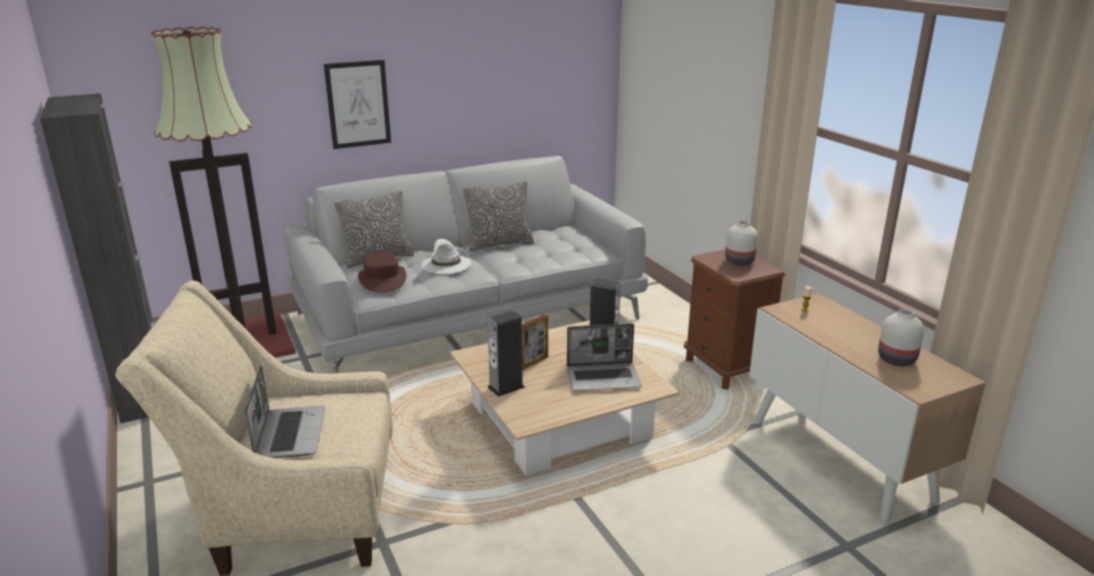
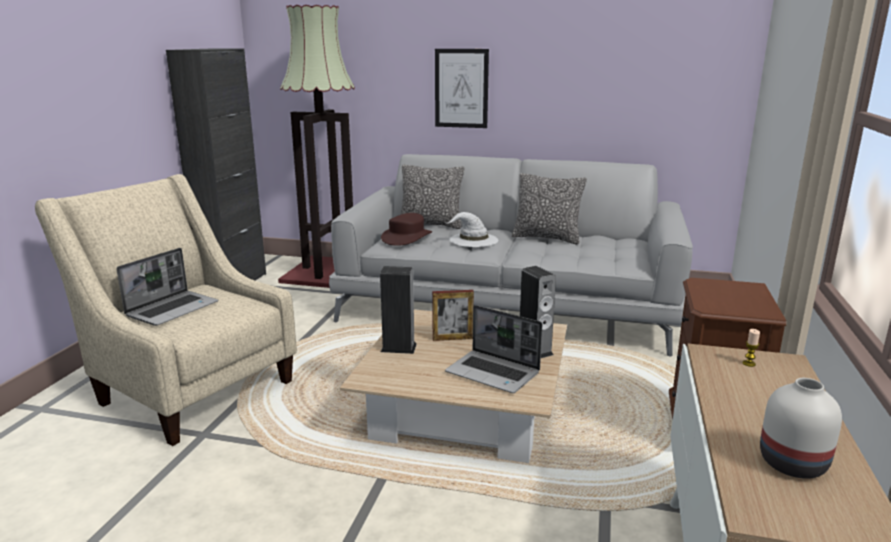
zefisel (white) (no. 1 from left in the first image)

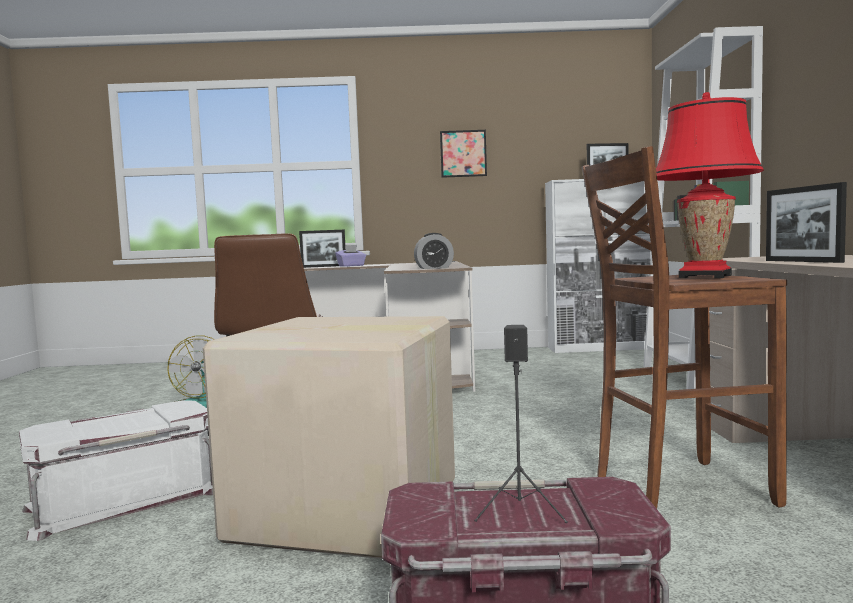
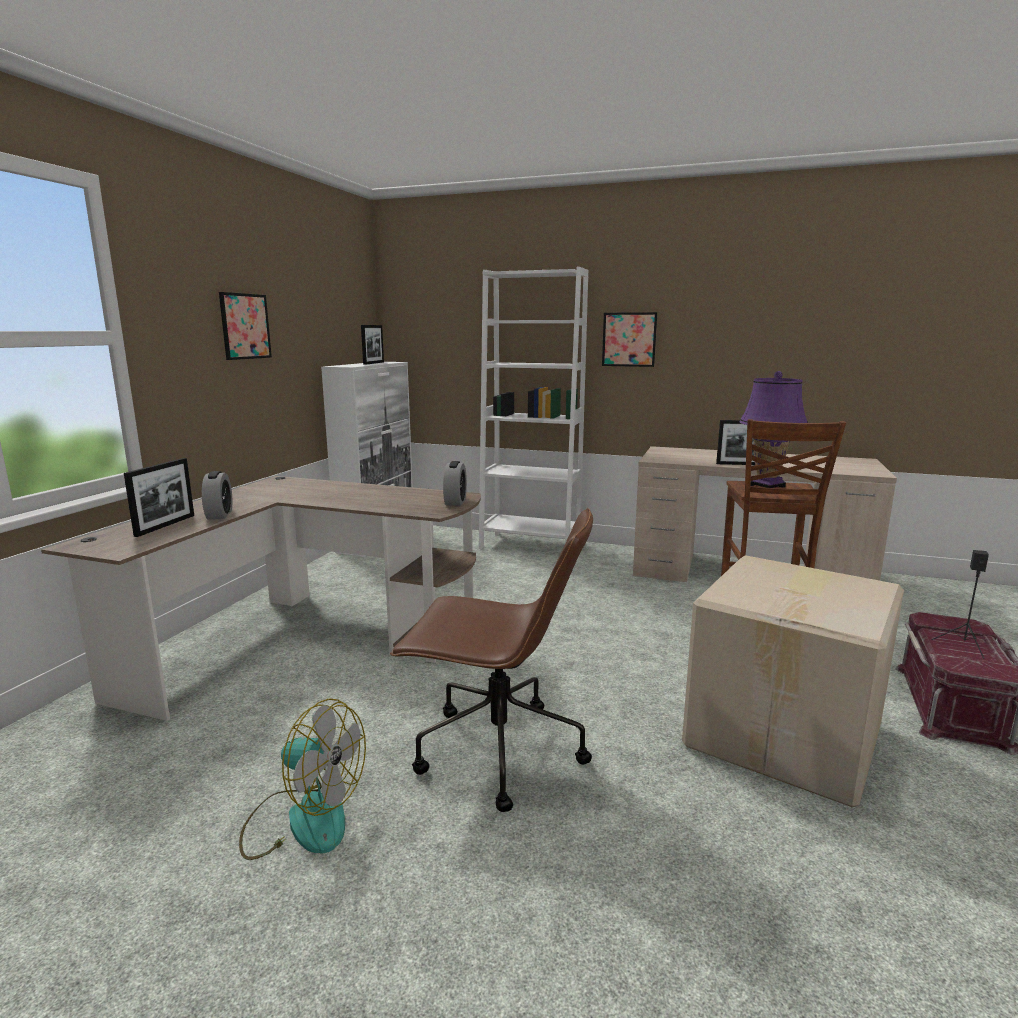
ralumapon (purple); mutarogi (no. 1 from left); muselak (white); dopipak (no. 2 from left)

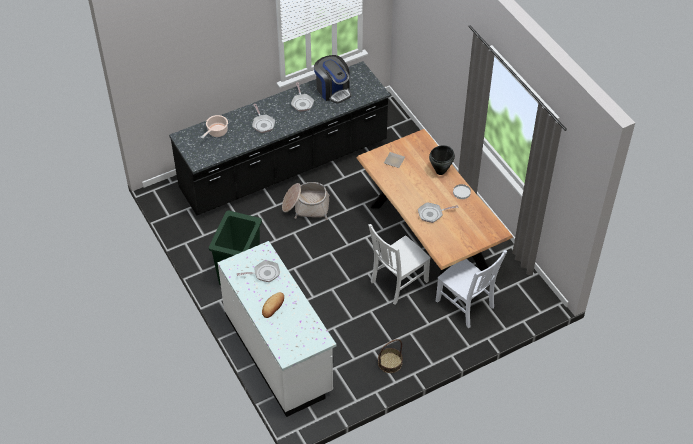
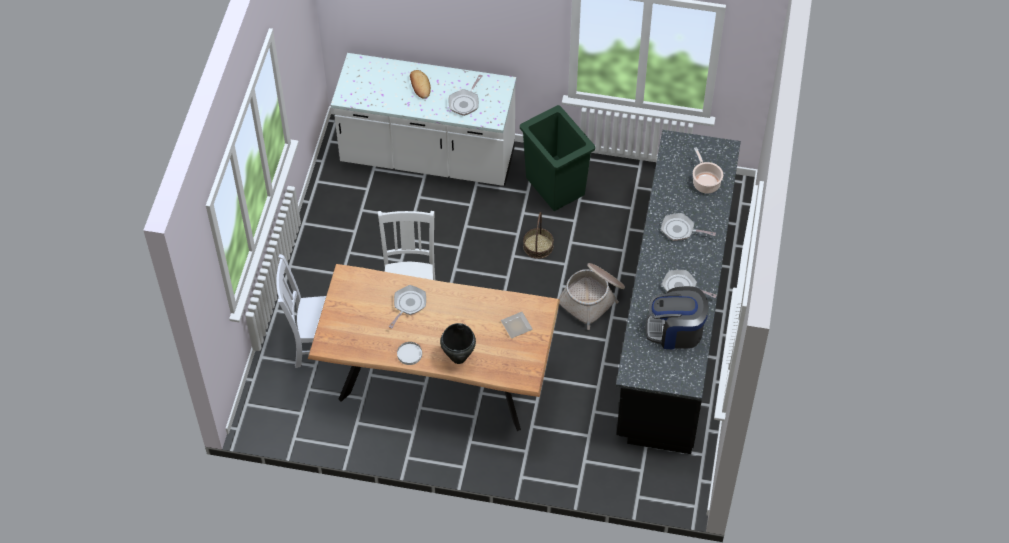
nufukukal (no. 1 from left)

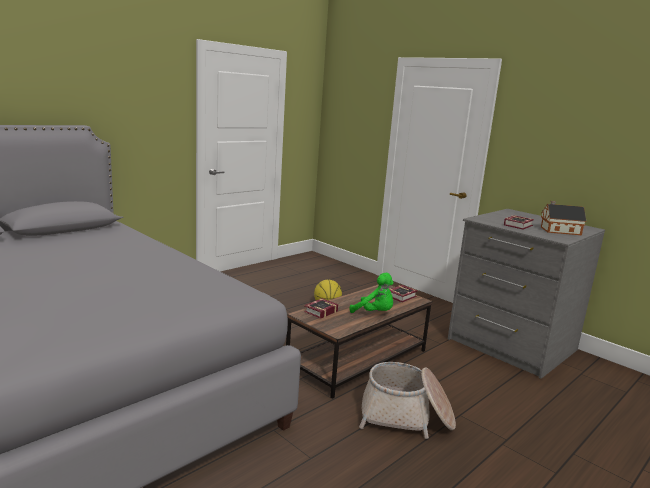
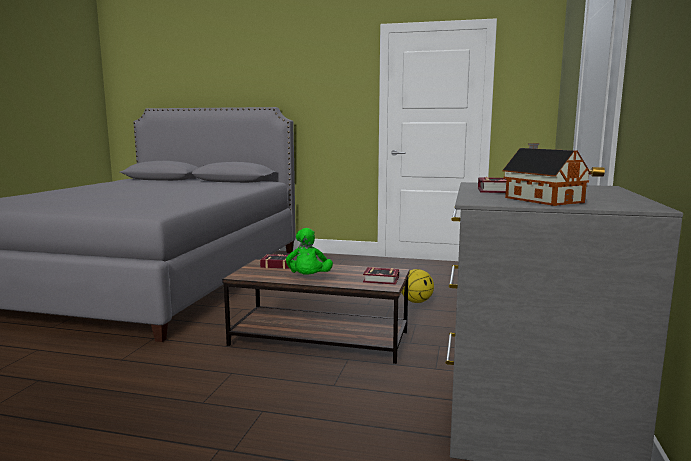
nufukukal

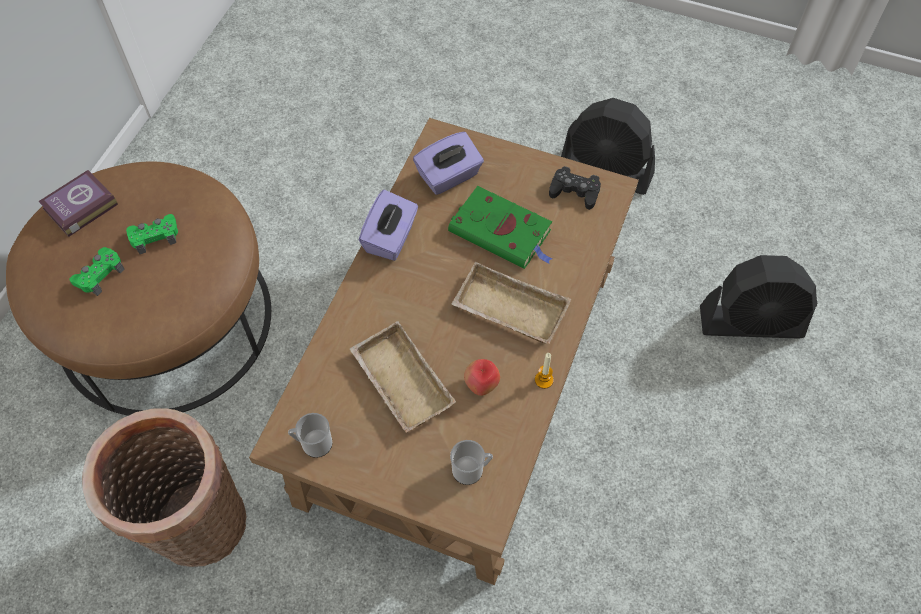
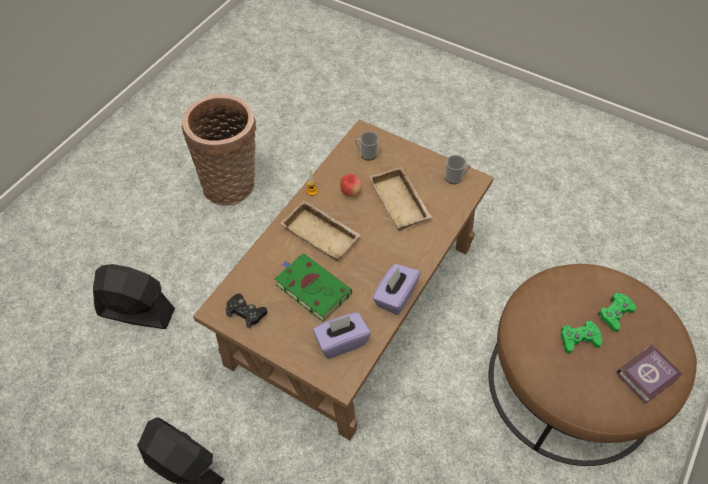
nufukukal

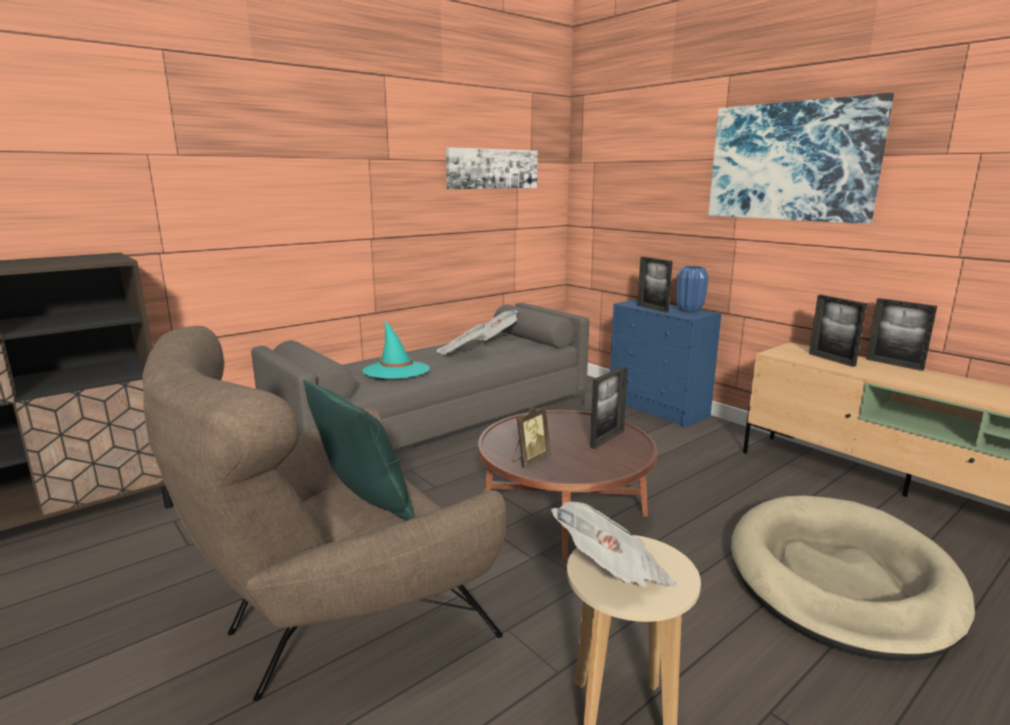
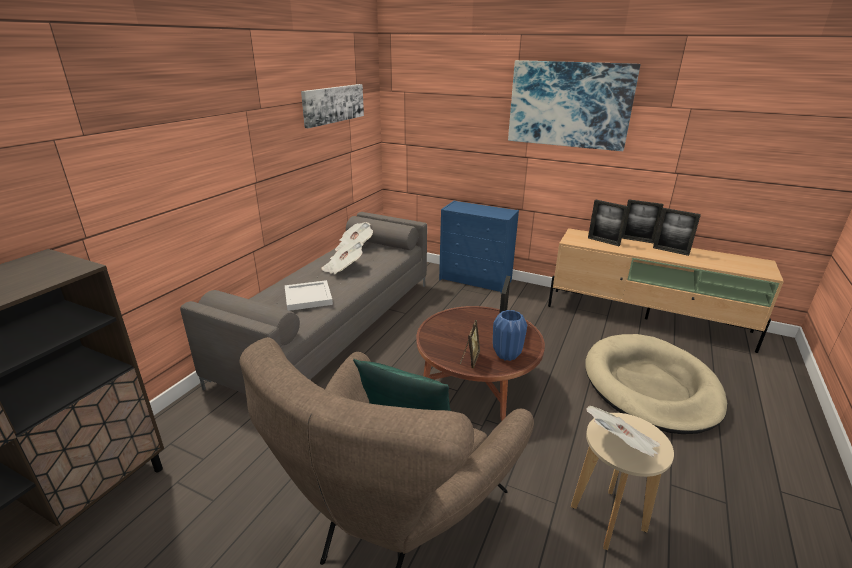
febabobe (no. 5 from left); zefisel (blue); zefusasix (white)

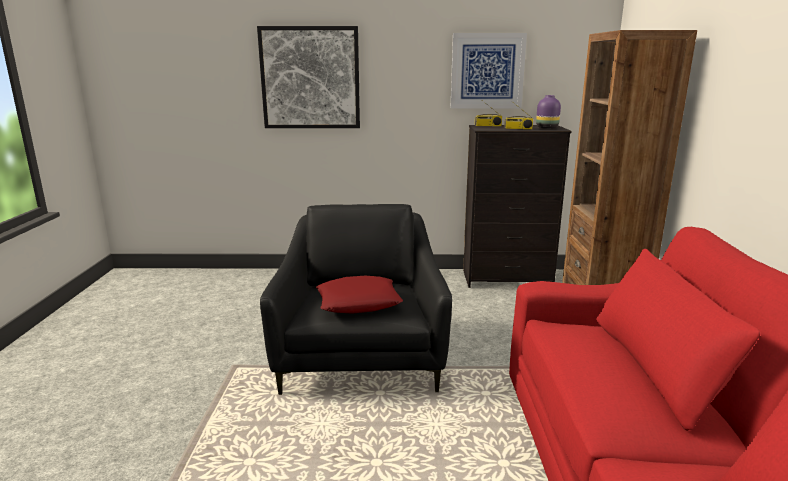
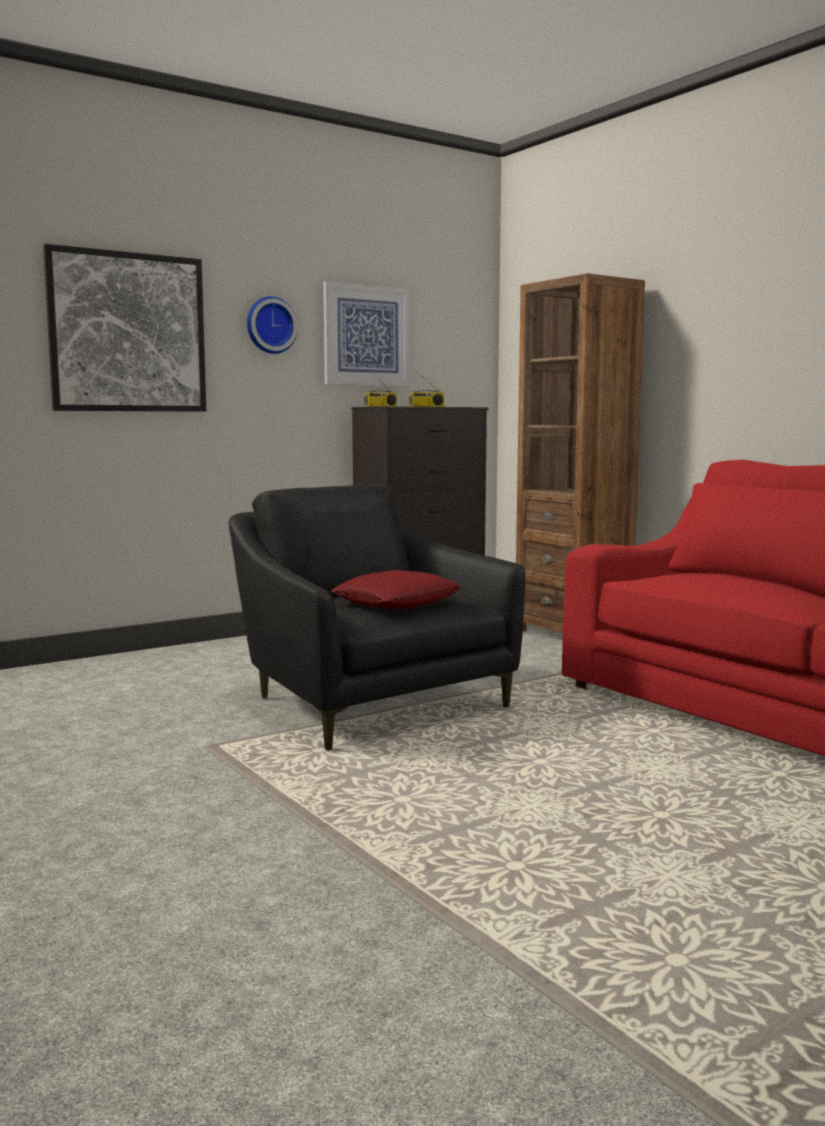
zefisel (purple); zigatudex

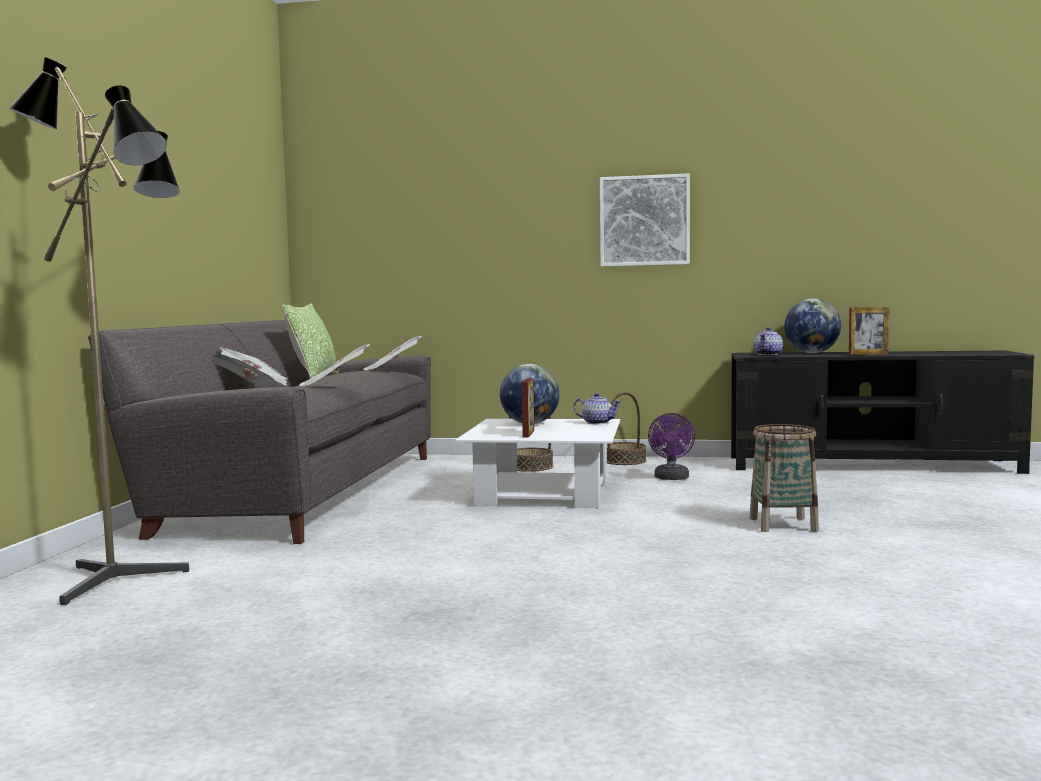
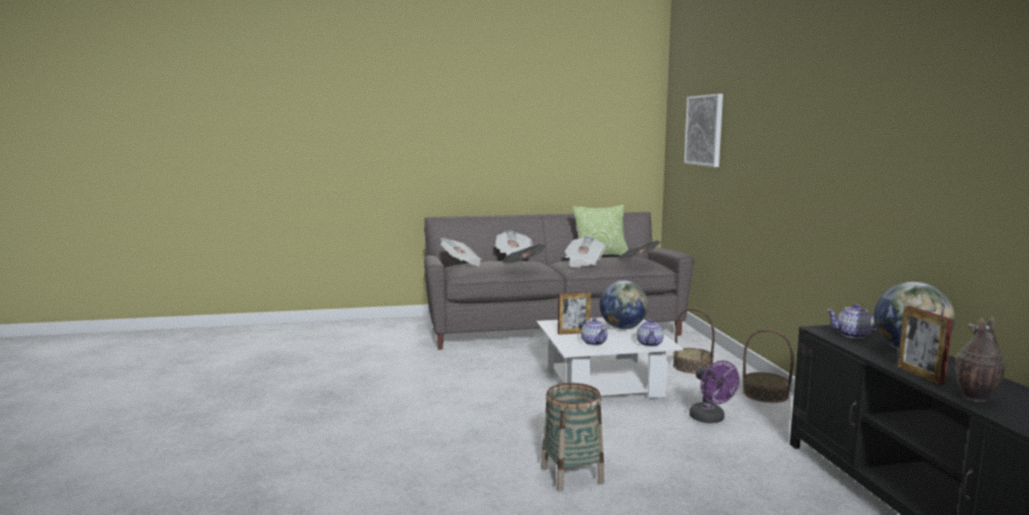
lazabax; dopipak; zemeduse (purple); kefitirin (no. 4 from left); zefisel; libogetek (no. 1 from left)

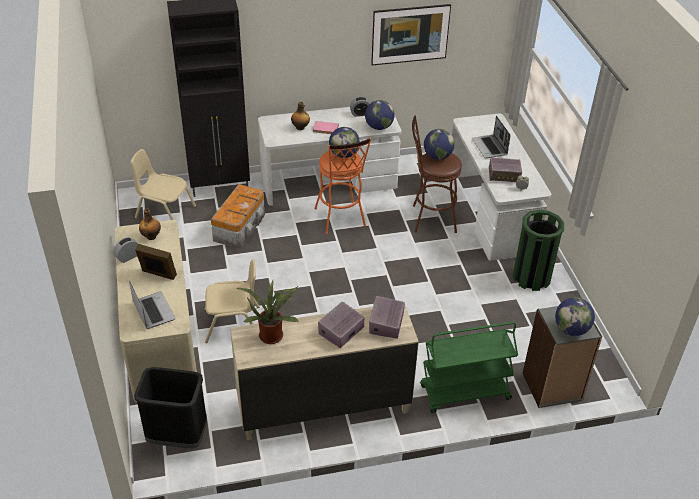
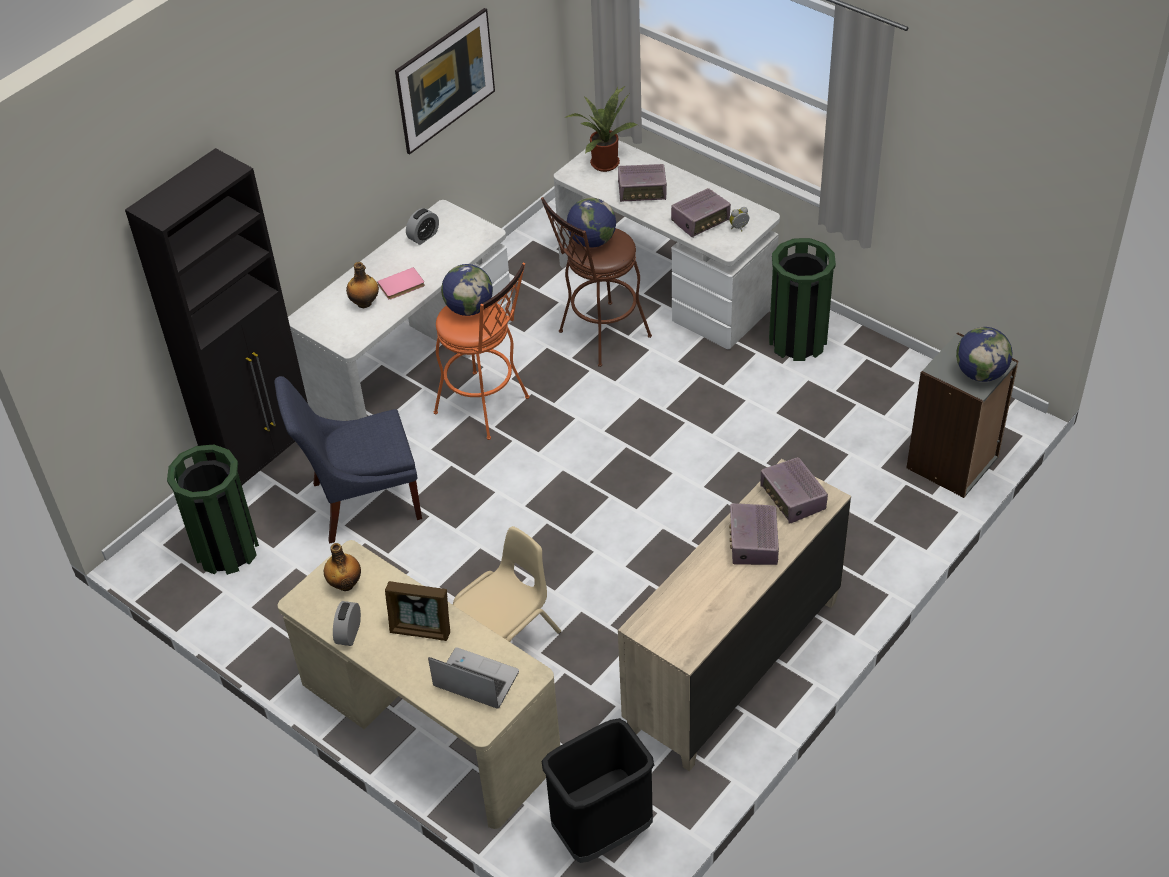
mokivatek (no. 2 from left in the first image); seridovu (no. 1 from left); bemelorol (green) (no. 1 from left); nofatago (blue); febabobe; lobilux; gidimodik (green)

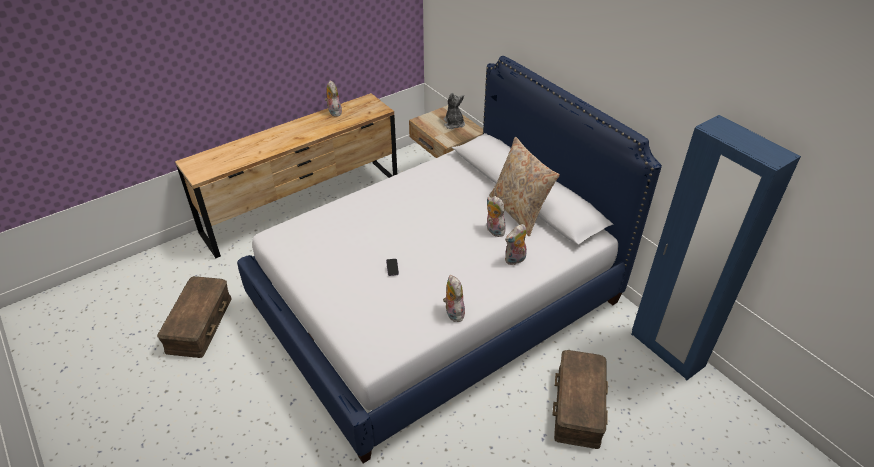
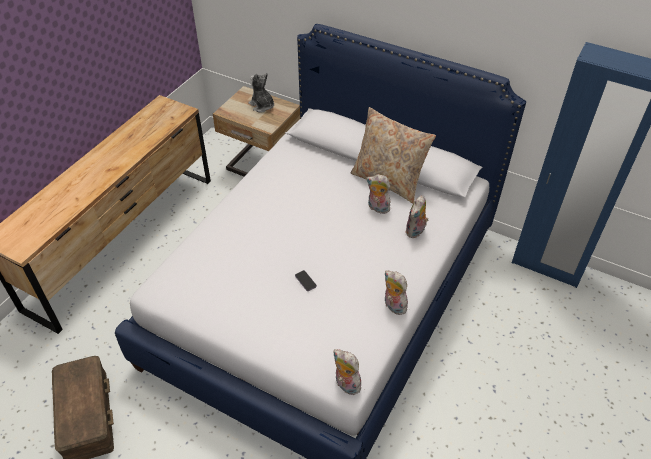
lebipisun (no. 2 from left); muselak (brown) (no. 2 from left in the first image)

